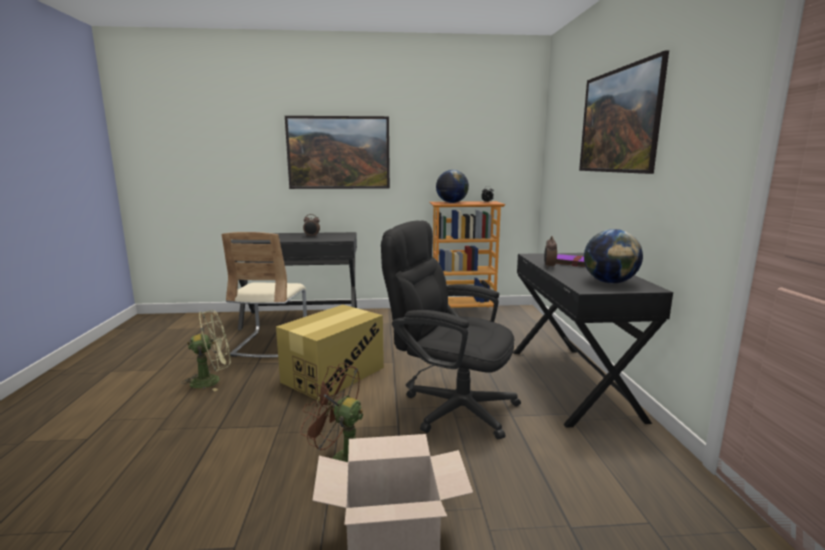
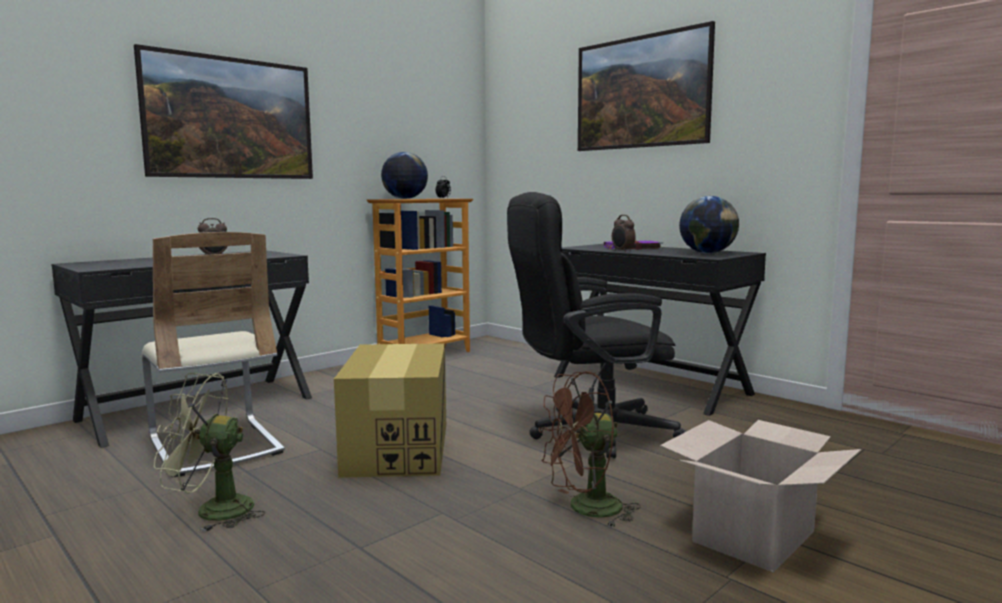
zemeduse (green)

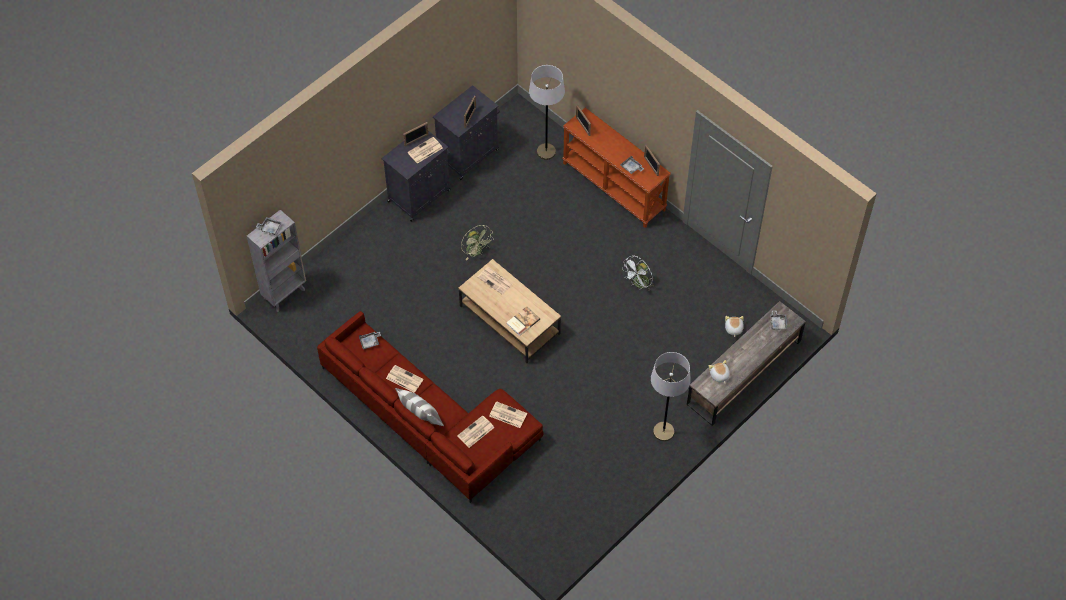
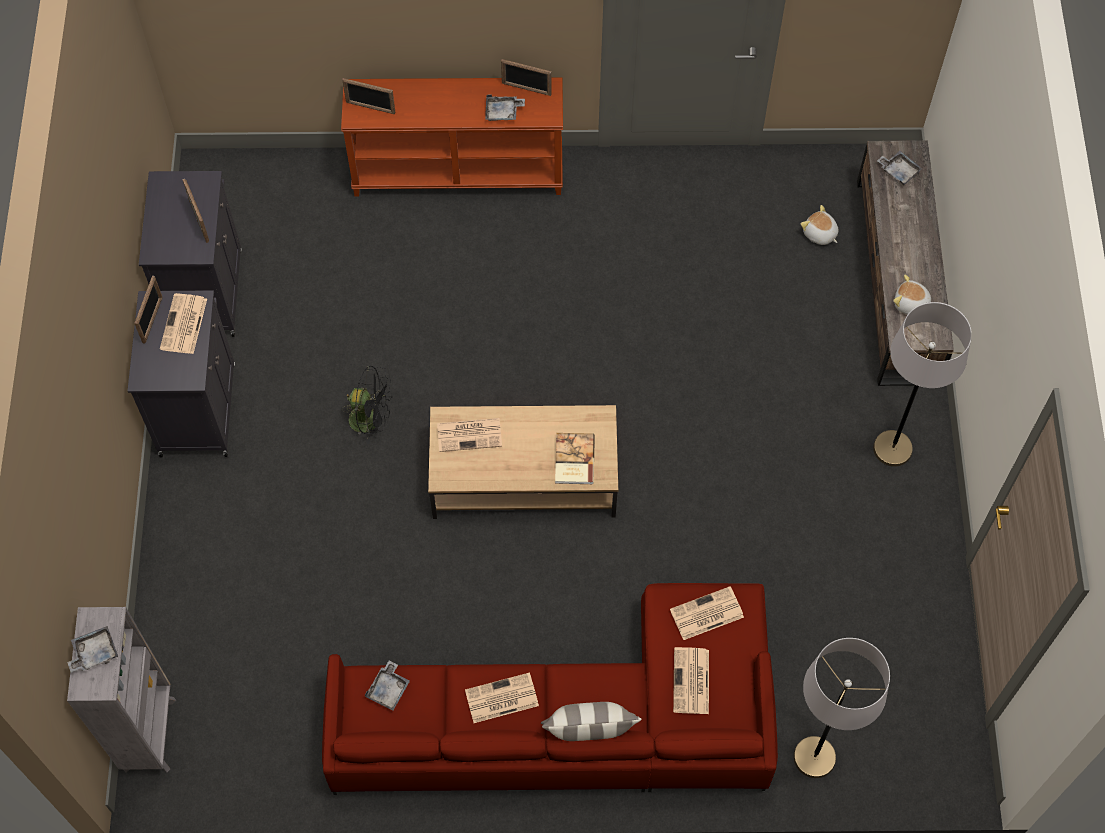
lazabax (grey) (no. 1 from left); zemeduse (black); zemeduse (white)

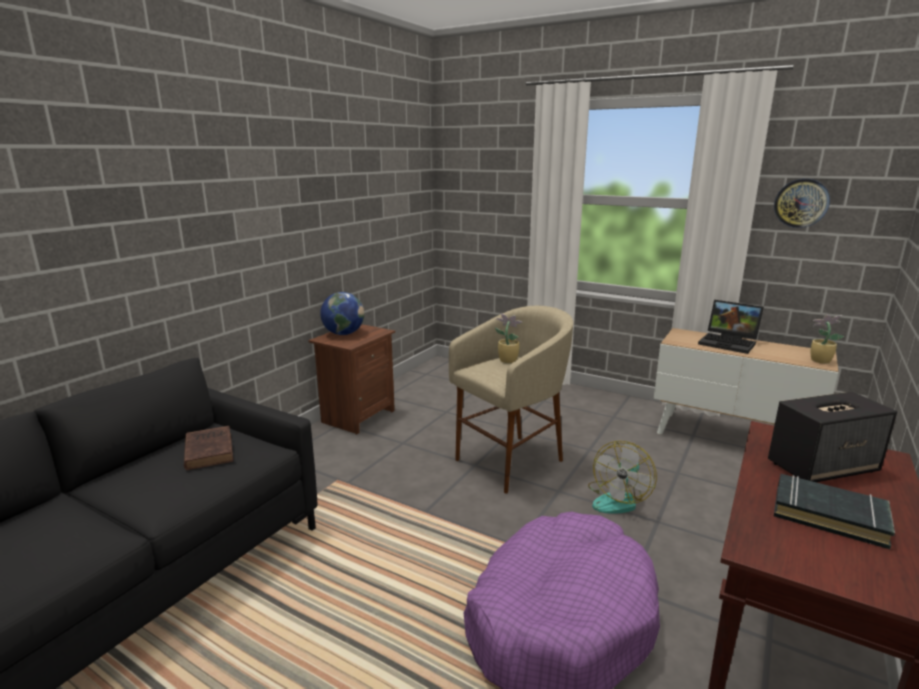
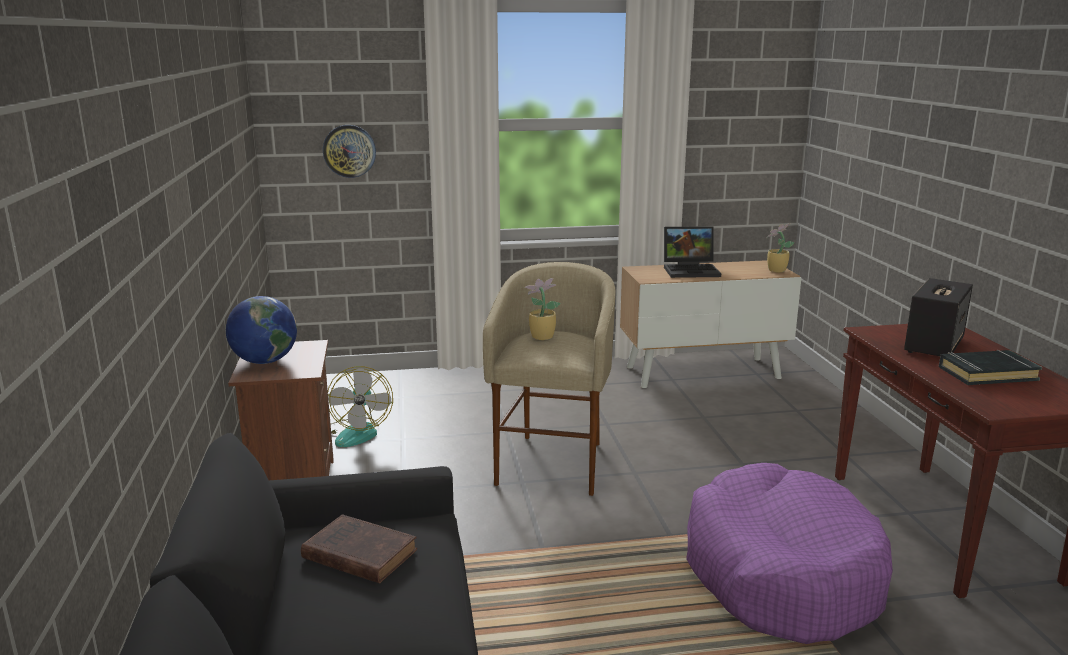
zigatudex; zemeduse

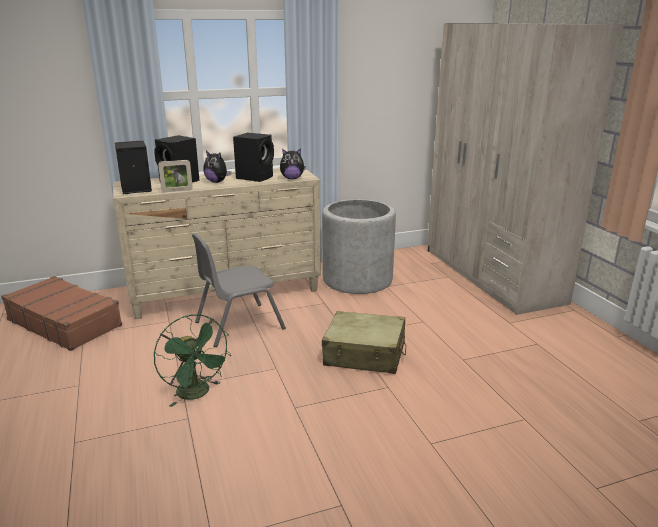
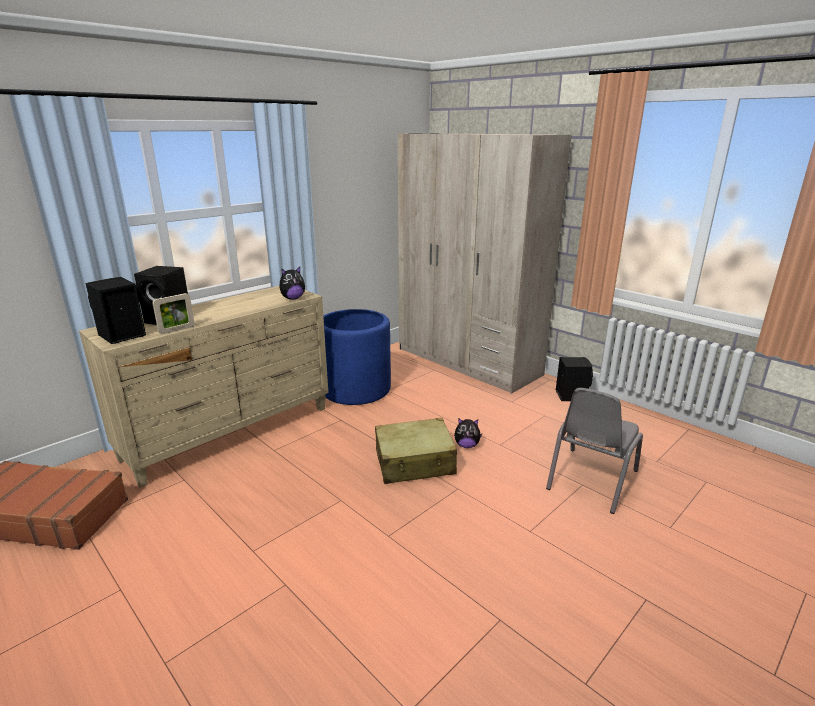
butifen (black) (no. 3 from left); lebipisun (no. 2 from left); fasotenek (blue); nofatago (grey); zemeduse (green)

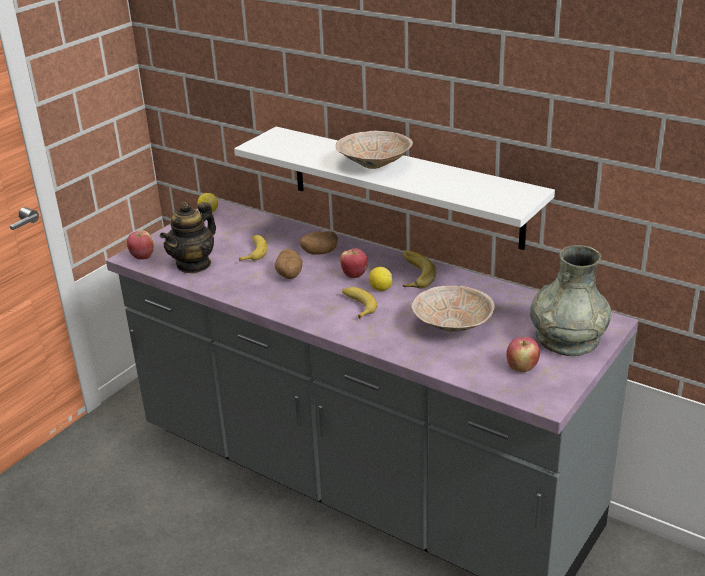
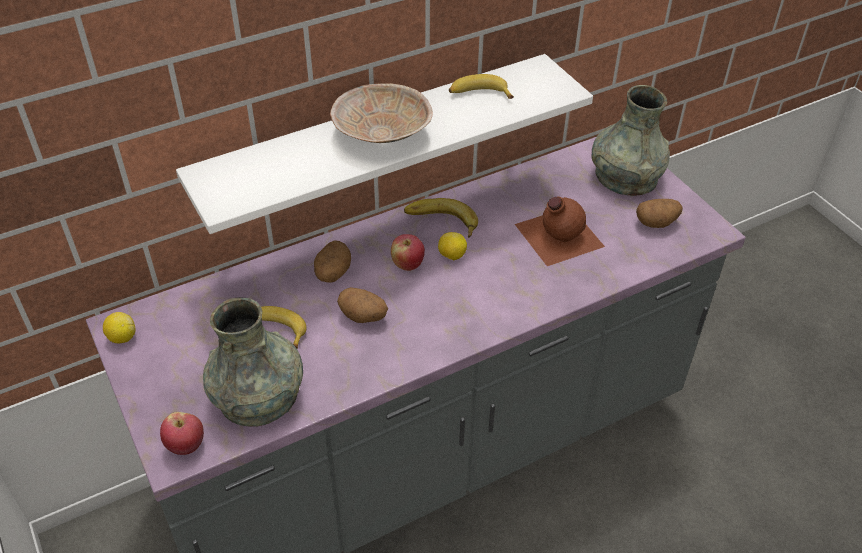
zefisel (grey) (no. 1 from left); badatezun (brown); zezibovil (no. 3 from left); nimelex (no. 3 from left)

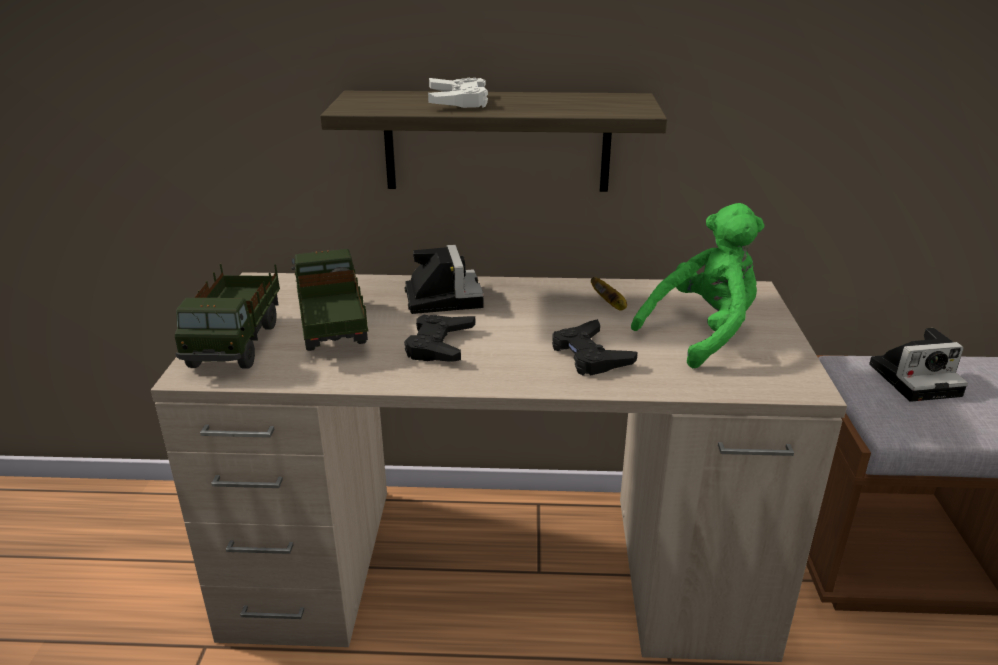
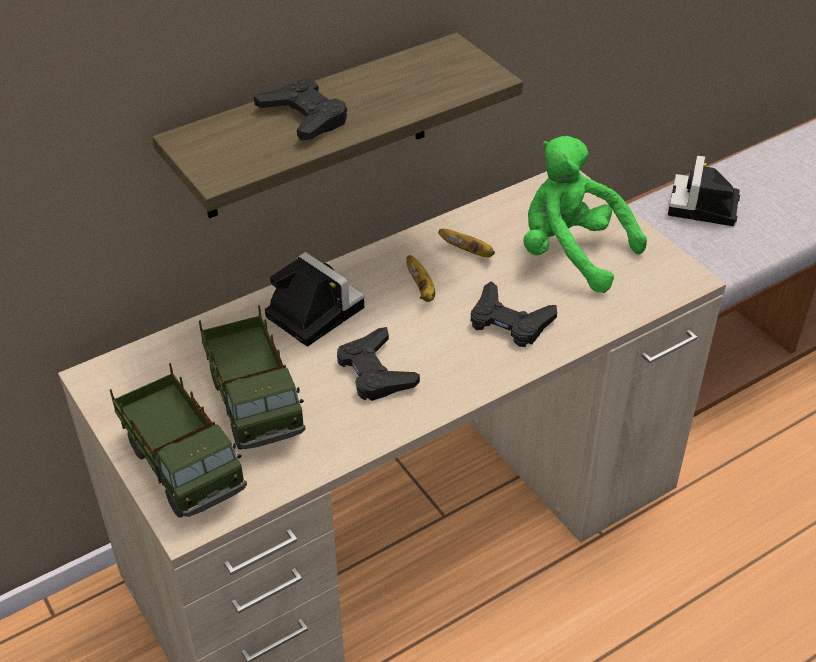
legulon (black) (no. 1 from left); lebipisun (green); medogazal (no. 2 from left); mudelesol (no. 2 from left); zezibovil (no. 1 from left)

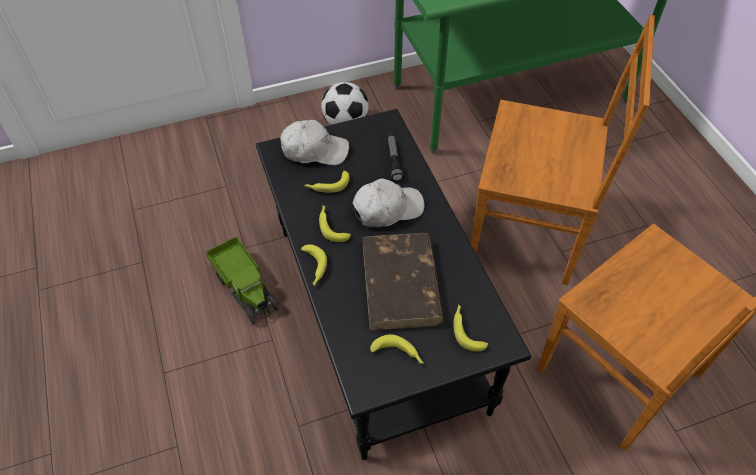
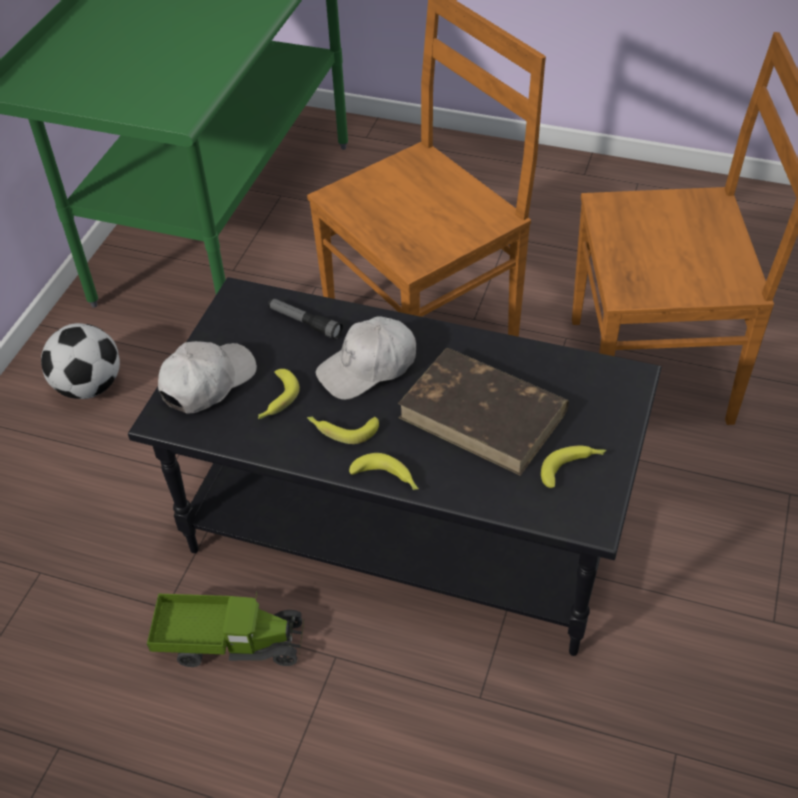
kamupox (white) (no. 2 from left); zezibovil (no. 5 from left in the first image)

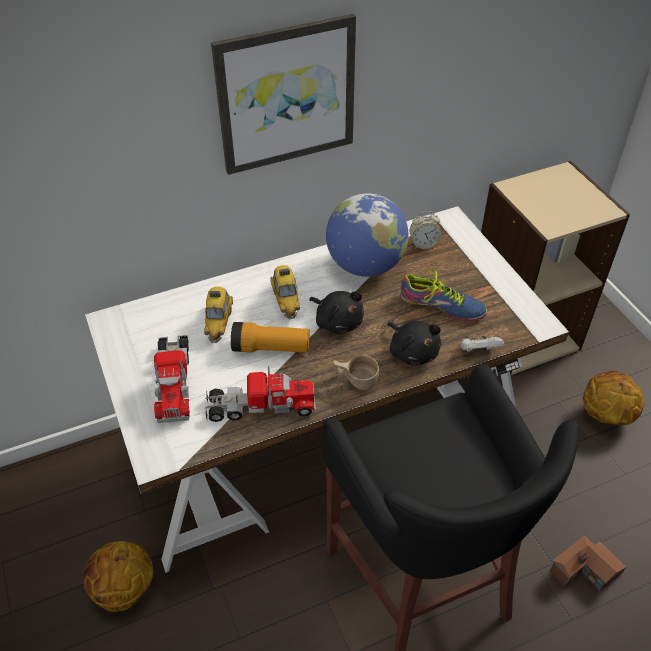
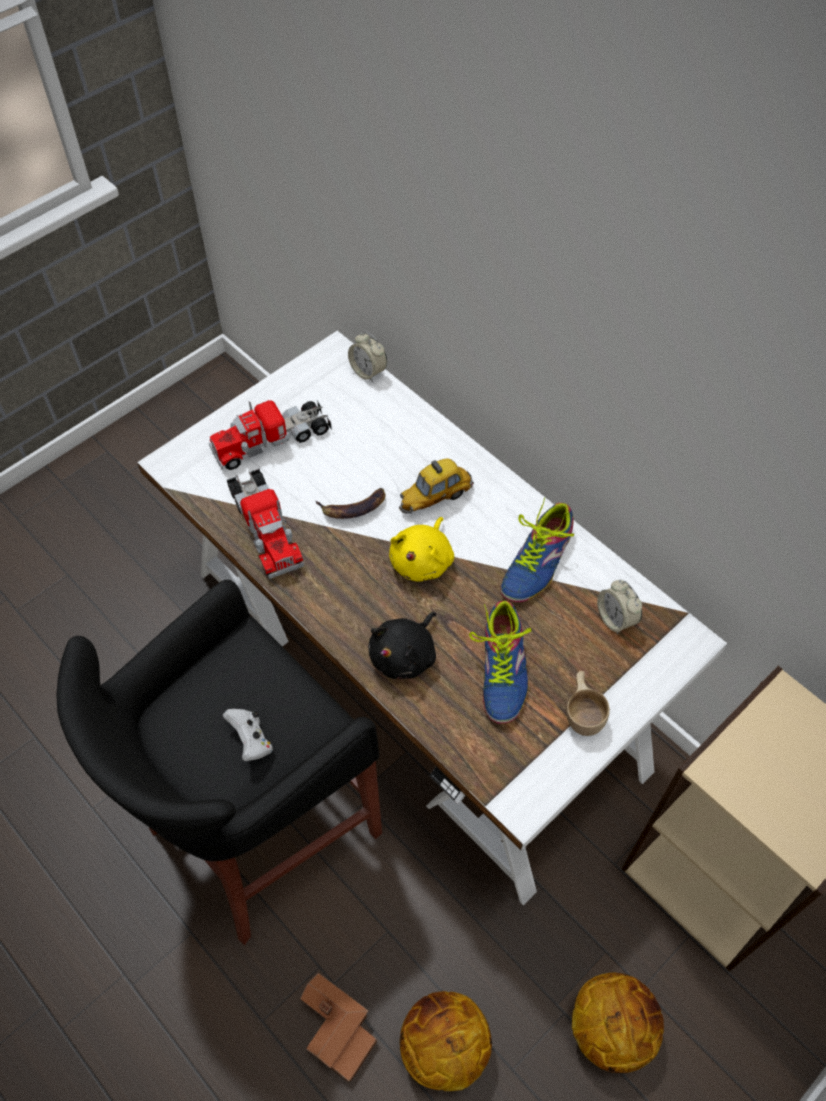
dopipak; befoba (no. 2 from left); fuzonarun (no. 1 from left in the first image); lebipisun (yellow); zezibovil; legulon (white); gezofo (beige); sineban (no. 1 from left); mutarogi (no. 1 from left)

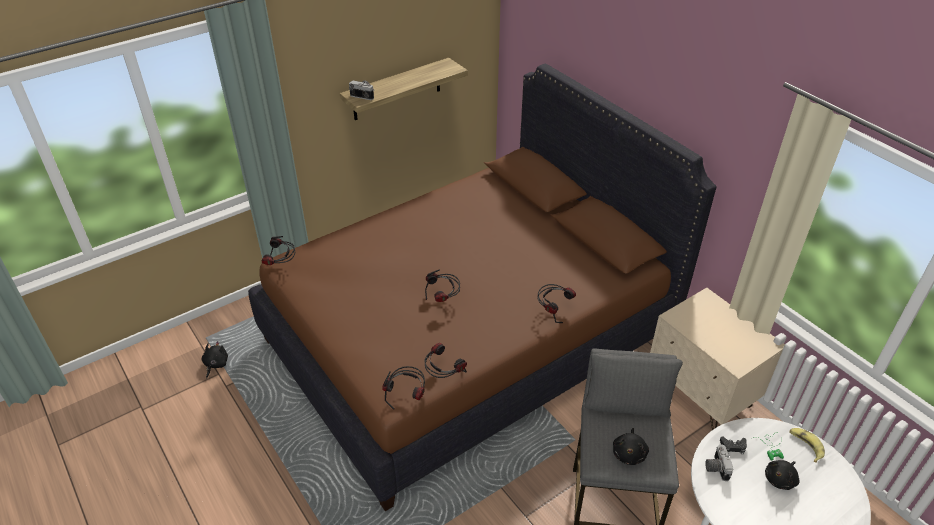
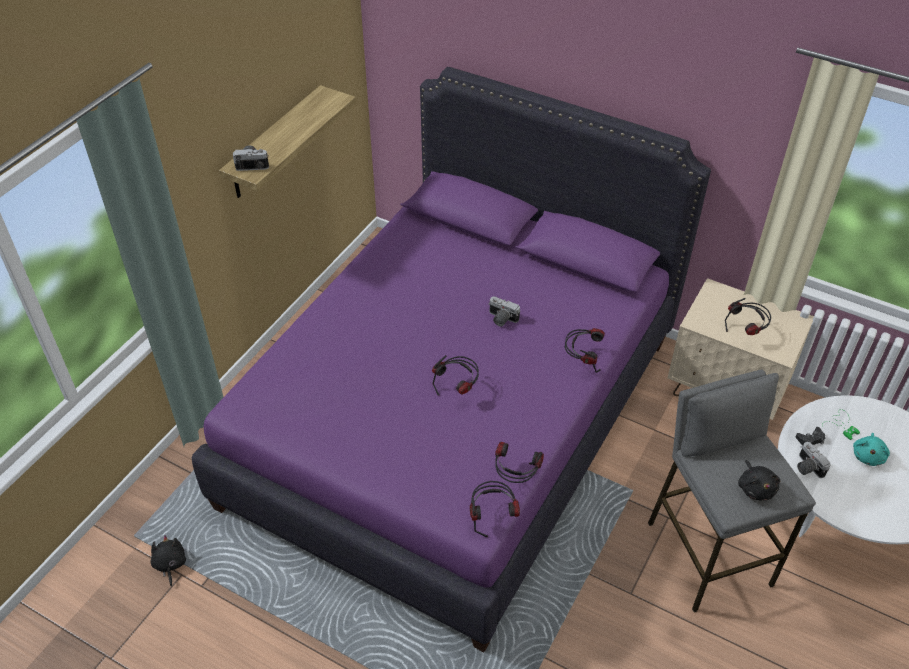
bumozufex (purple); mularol (no. 5 from left); zezibovil; lebipisun (turquoise); mudelesol (no. 2 from left)

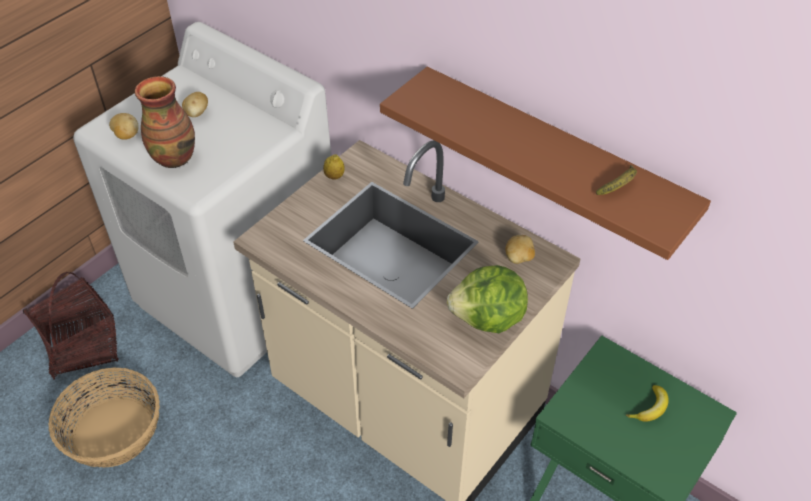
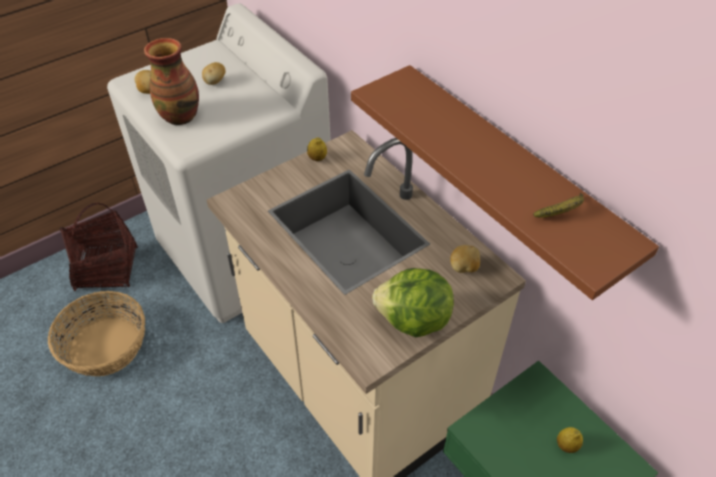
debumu (no. 2 from left)

